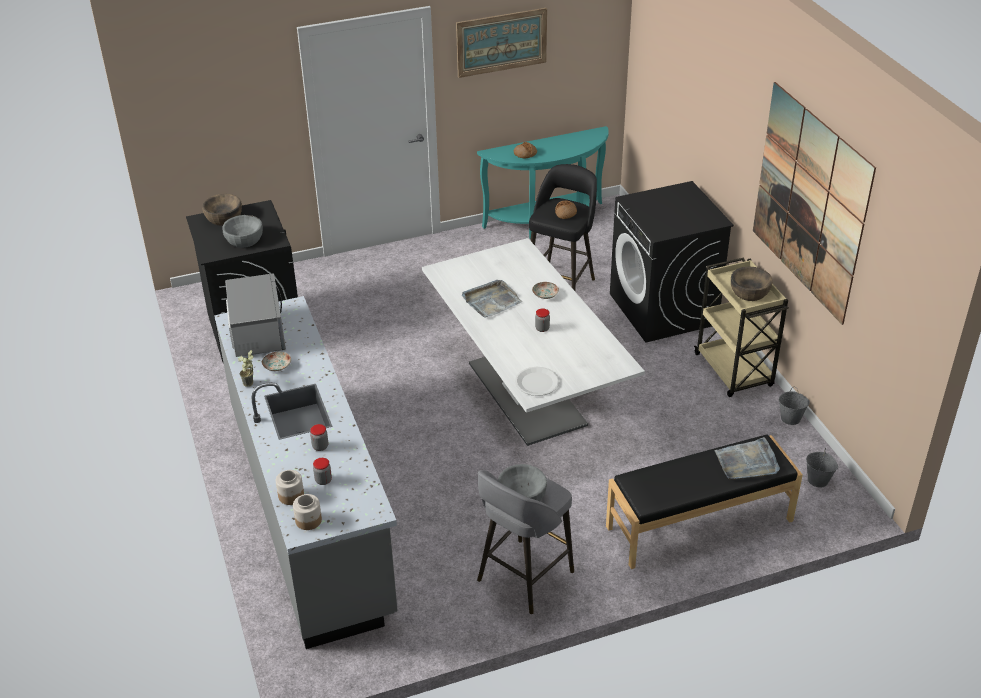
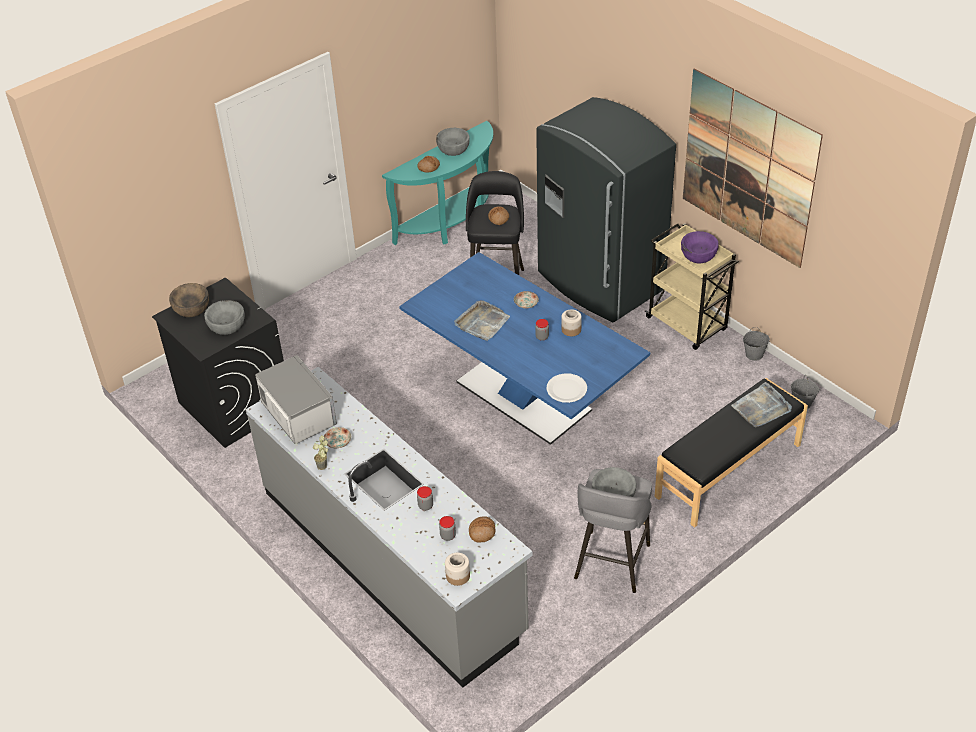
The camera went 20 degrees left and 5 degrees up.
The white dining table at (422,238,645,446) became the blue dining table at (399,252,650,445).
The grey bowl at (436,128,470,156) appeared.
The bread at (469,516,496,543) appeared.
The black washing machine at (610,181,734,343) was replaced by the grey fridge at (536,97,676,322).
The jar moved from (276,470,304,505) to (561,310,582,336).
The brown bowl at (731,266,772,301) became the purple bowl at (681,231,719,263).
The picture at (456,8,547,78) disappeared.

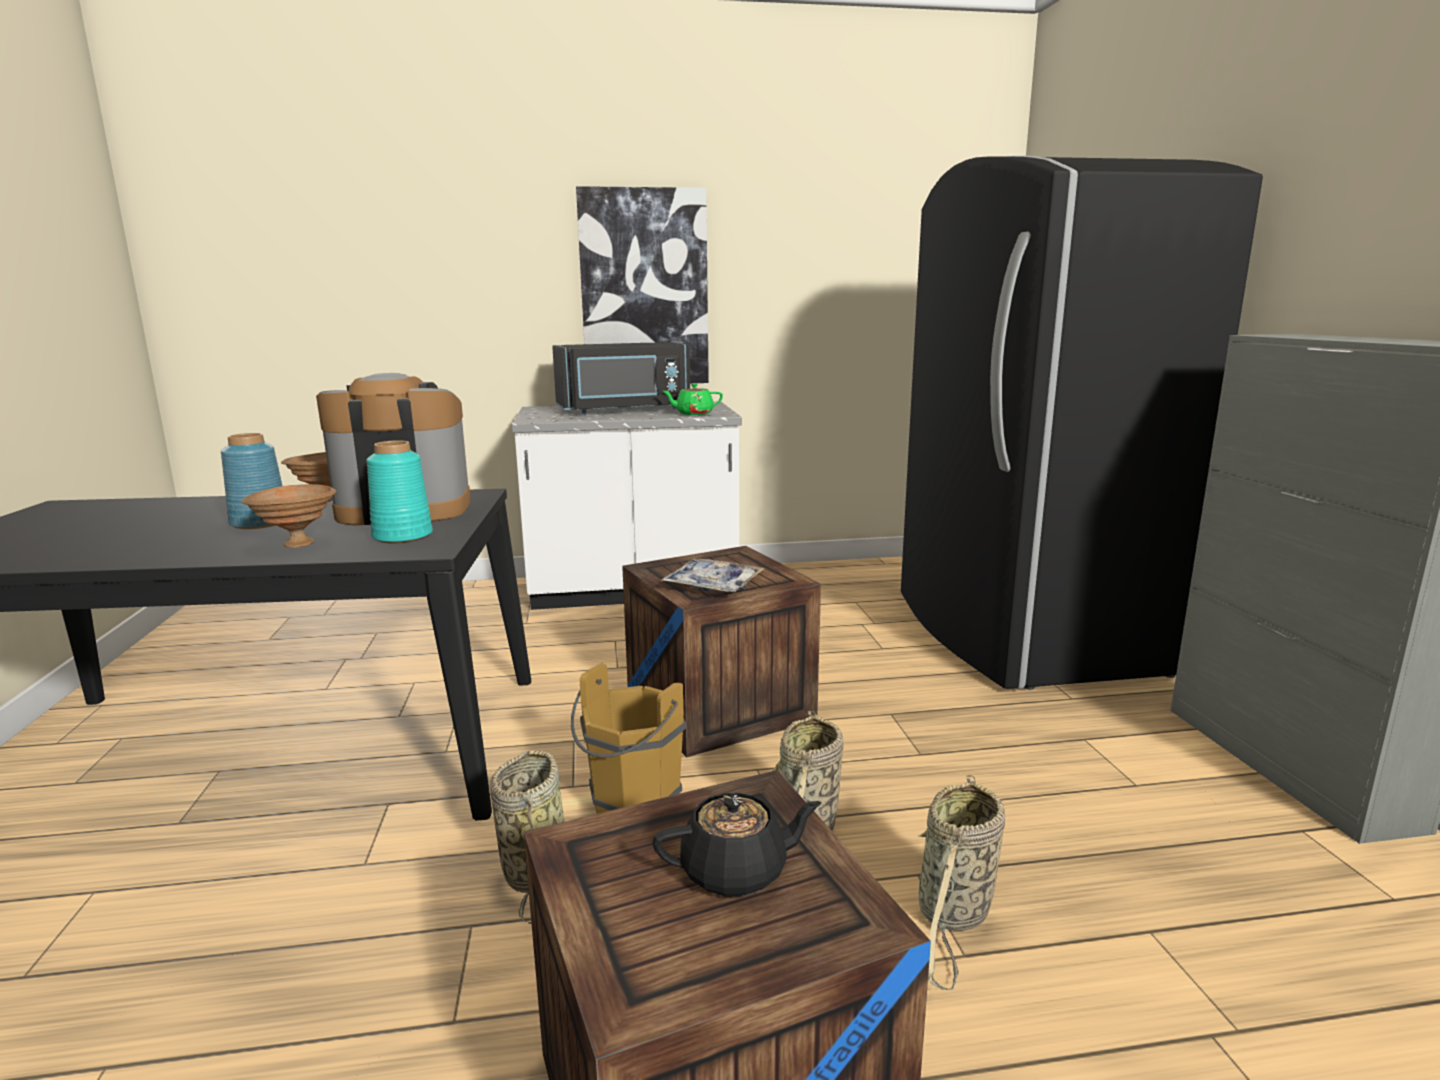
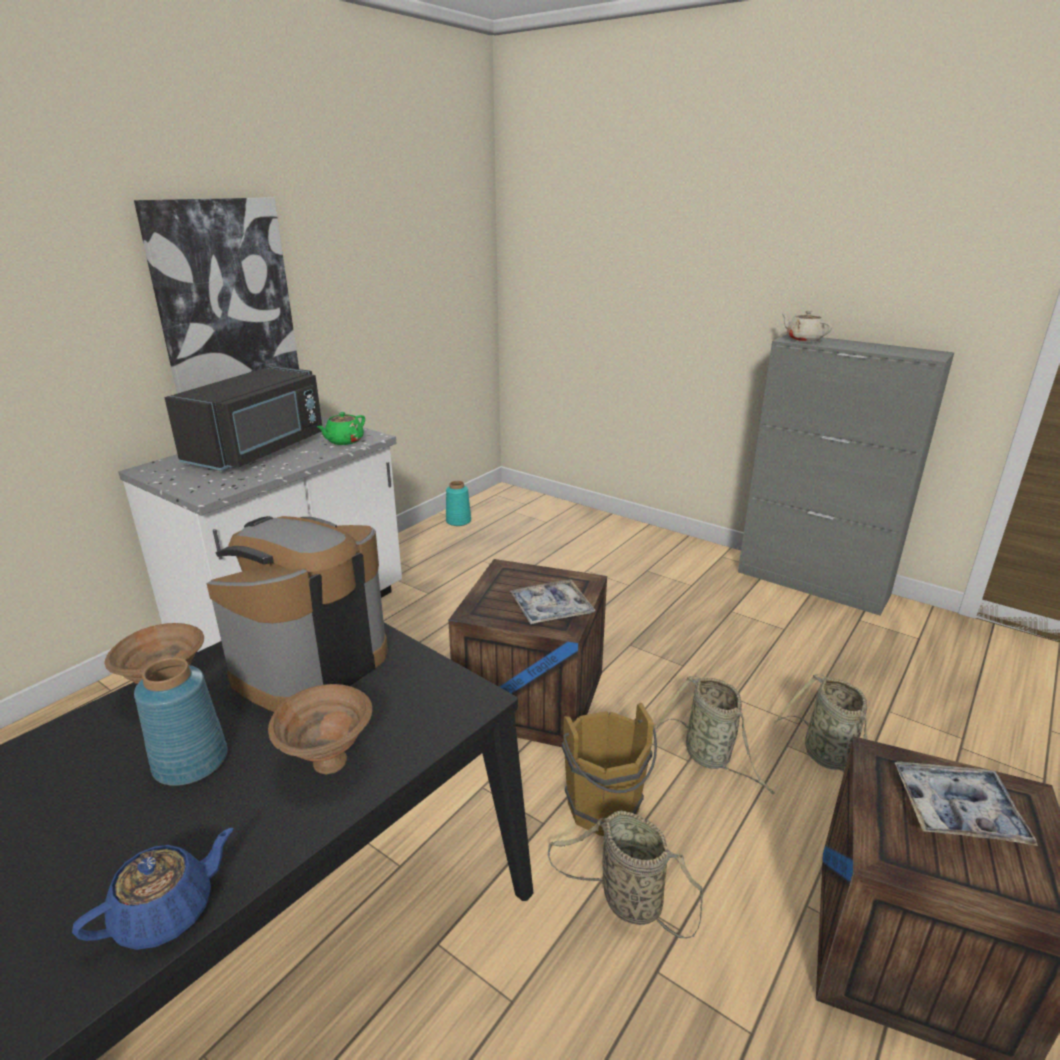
The camera went 45 degrees left and 10 degrees up.
The blue teapot at (72,828,233,950) appeared.
The turquoise vase moved from (366,440,433,543) to (446,481,471,526).
The beige teapot at (781,311,832,342) appeared.
The black teapot at (652,793,822,897) was replaced by the tray at (894,761,1038,846).
The black fridge at (901,156,1263,690) disappeared.

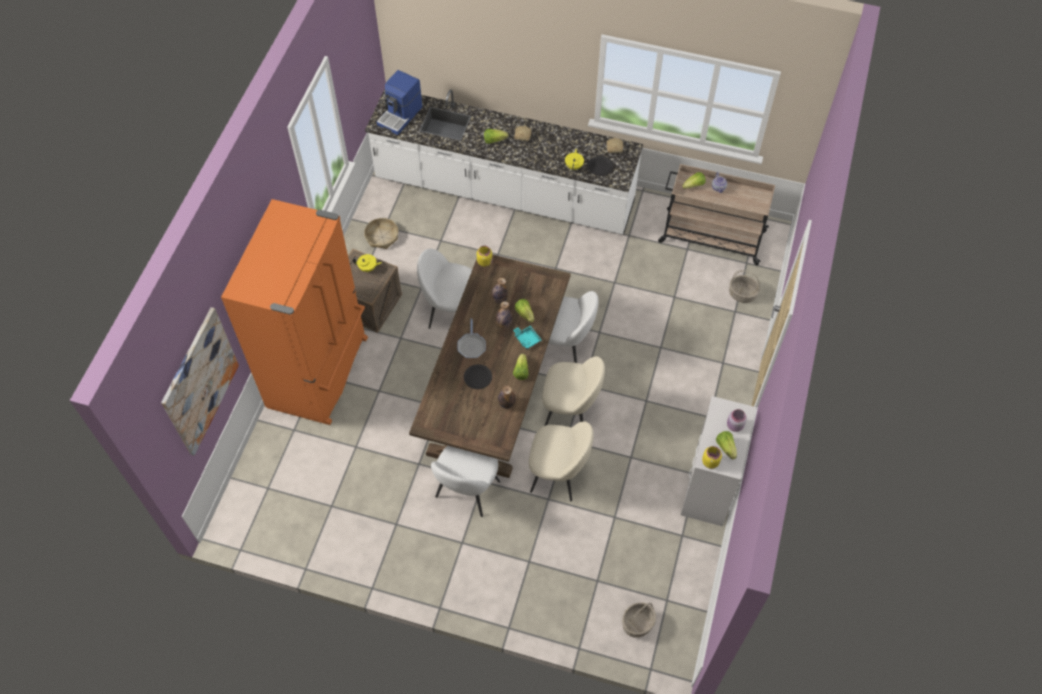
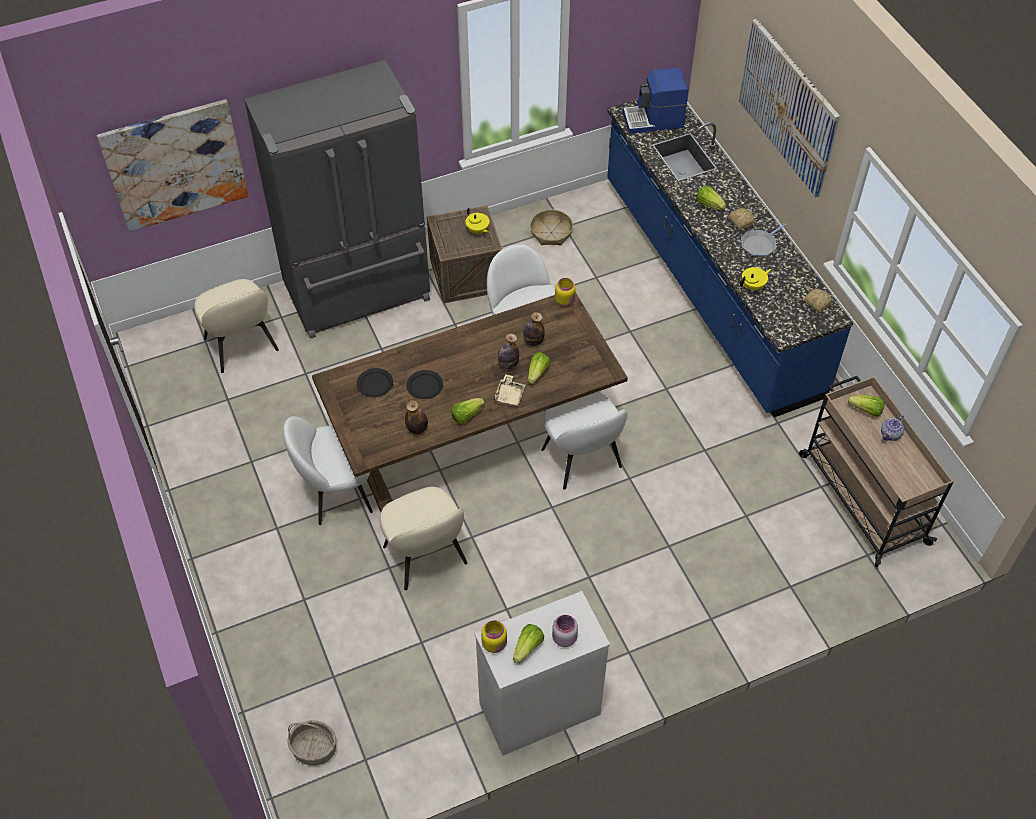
The camera went 50 degrees right and 5 degrees down.
The beige chair moved from (542,356,605,426) to (194,279,279,373).
The orange fridge at (221,199,368,425) became the grey fridge at (244,60,430,339).
The black plate moved from (587,156,613,176) to (357,368,393,397).
The turquoise tray at (513,325,542,349) became the beige tray at (493,374,525,406).
The white counter at (365,89,643,234) became the blue counter at (607,99,853,418).
The picture at (739,19,840,197) appeared.
The frying pan moved from (458,319,486,358) to (741,224,786,257).
The basket at (729,270,760,303) disappeared.

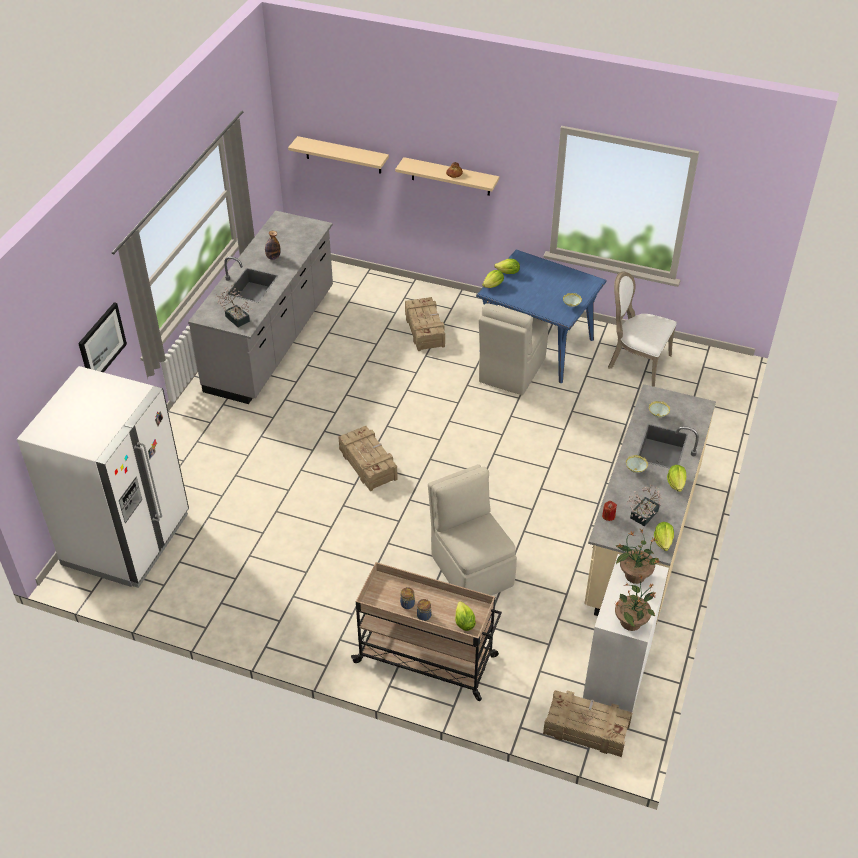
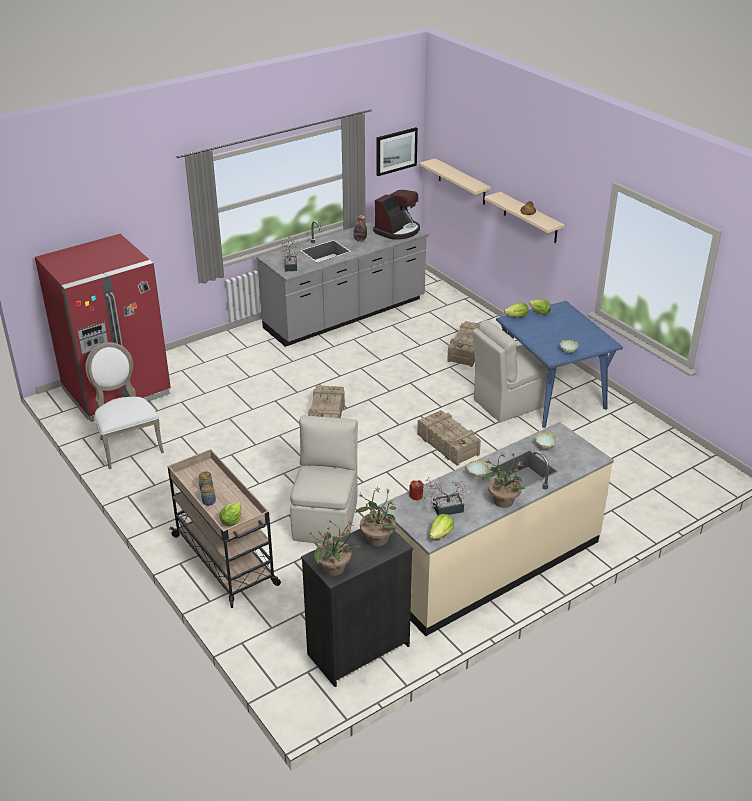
The camera went 35 degrees right and 10 degrees down.
The white fridge at (17,366,189,588) became the red fridge at (35,234,171,422).
The white chair moved from (608,271,677,387) to (85,342,164,469).
The white dresser at (583,554,669,713) became the black dresser at (301,529,413,687).
The coffee machine at (373,190,420,240) appeared.
The picture moved from (78,302,127,373) to (377,127,418,176).
The crate moved from (543,690,632,757) to (417,410,481,466).
The lettuce at (667,465,686,492) was replaced by the potted plant at (483,452,525,508).

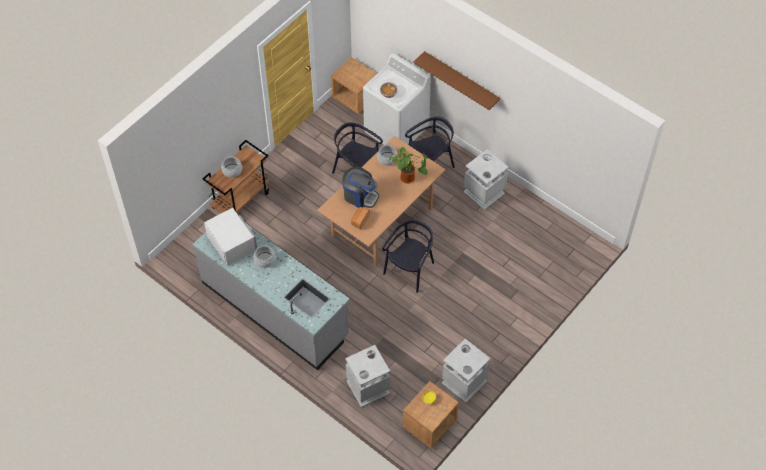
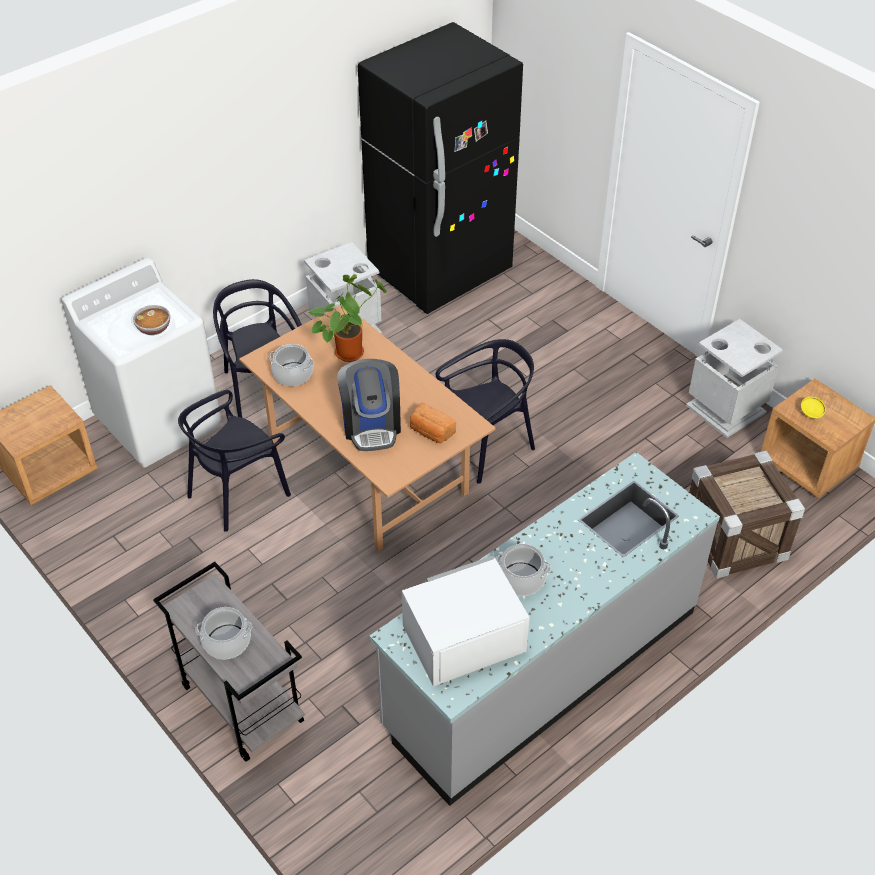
The camera went 80 degrees left and 10 degrees down.
The brown cart at (203,140,269,213) became the grey cart at (153,562,305,762).
The coffee machine at (342,166,379,208) turned 135 degrees clockwise.
The black fridge at (358,22,523,314) appeared.
The black chair at (382,219,434,293) turned 105 degrees clockwise.
The grey trash can at (345,345,390,407) was replaced by the crate at (689,451,805,579).
The brown shelf at (413,51,500,110) disappeared.

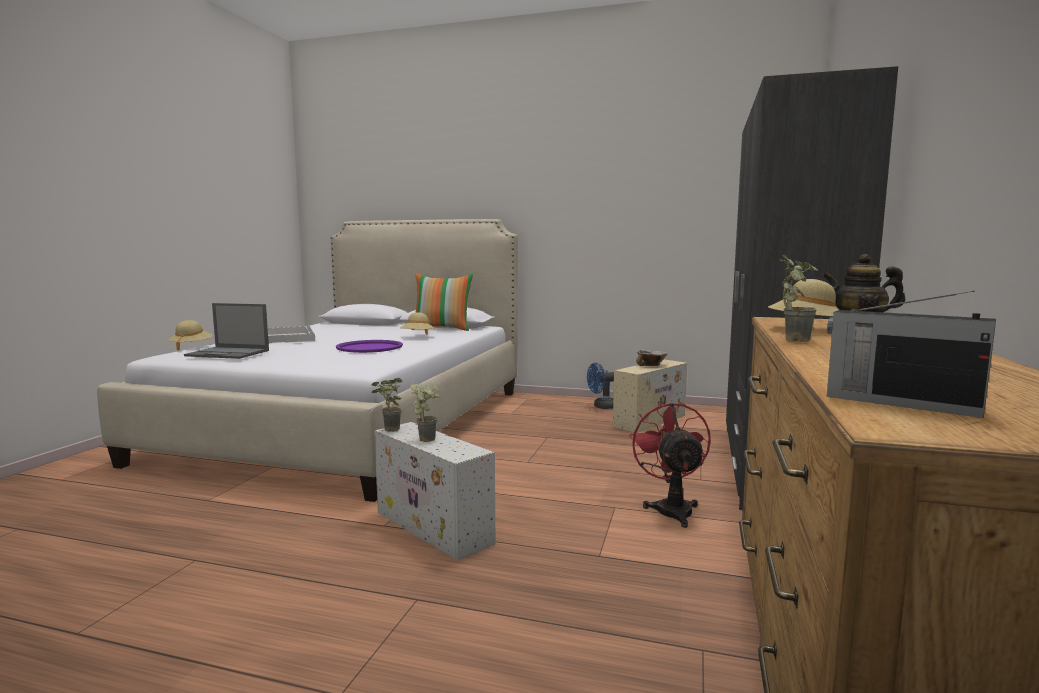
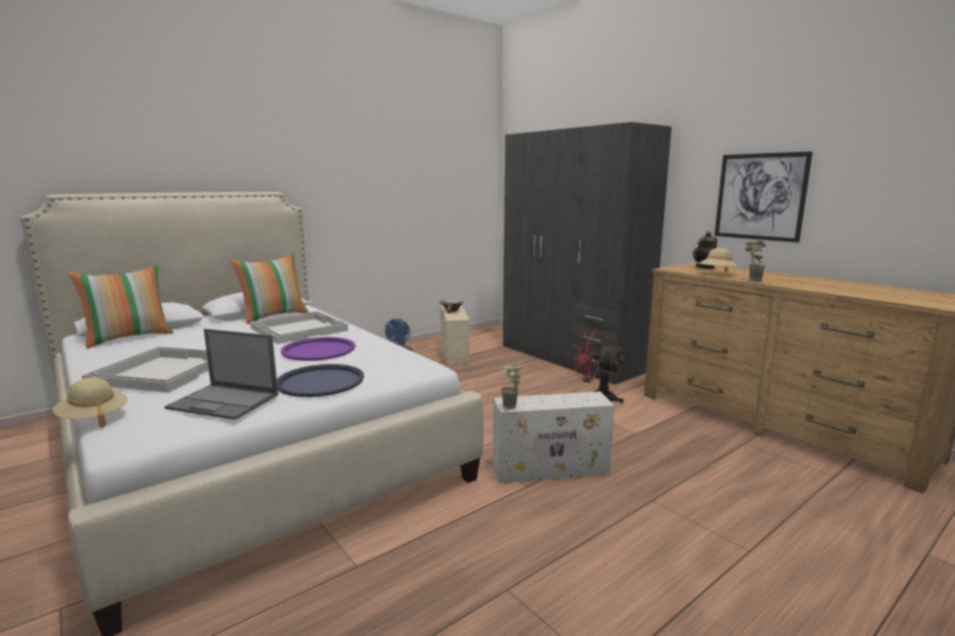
The camera went 55 degrees left and 5 degrees up.
The pillow at (68,264,174,349) appeared.
The laptop at (184,303,269,359) turned 60 degrees clockwise.
The beige hat at (400,312,435,335) was replaced by the white tray at (250,311,348,344).
The blue tray at (277,364,364,397) appeared.
The picture at (715,151,813,243) appeared.
The potted plant at (409,383,440,442) disappeared.
The radio at (827,291,996,418) disappeared.

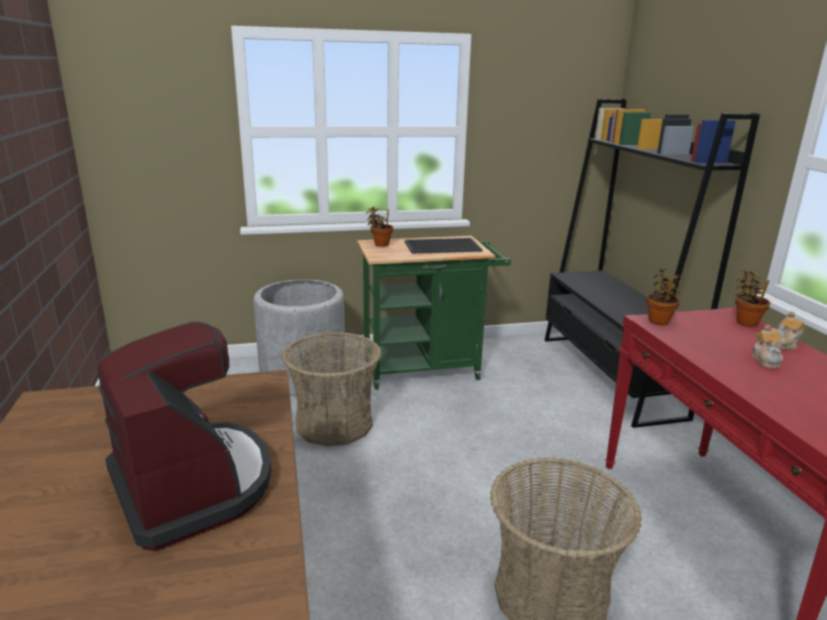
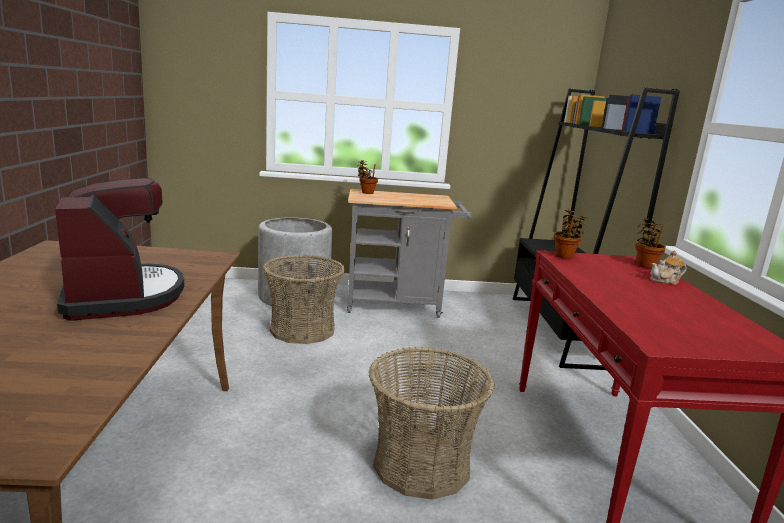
The camera went 10 degrees right and 5 degrees down.
The green cart at (357,236,511,390) became the grey cart at (347,189,472,318).
The tray at (405,238,482,254) disappeared.
The teapot at (752,325,783,369) disappeared.

